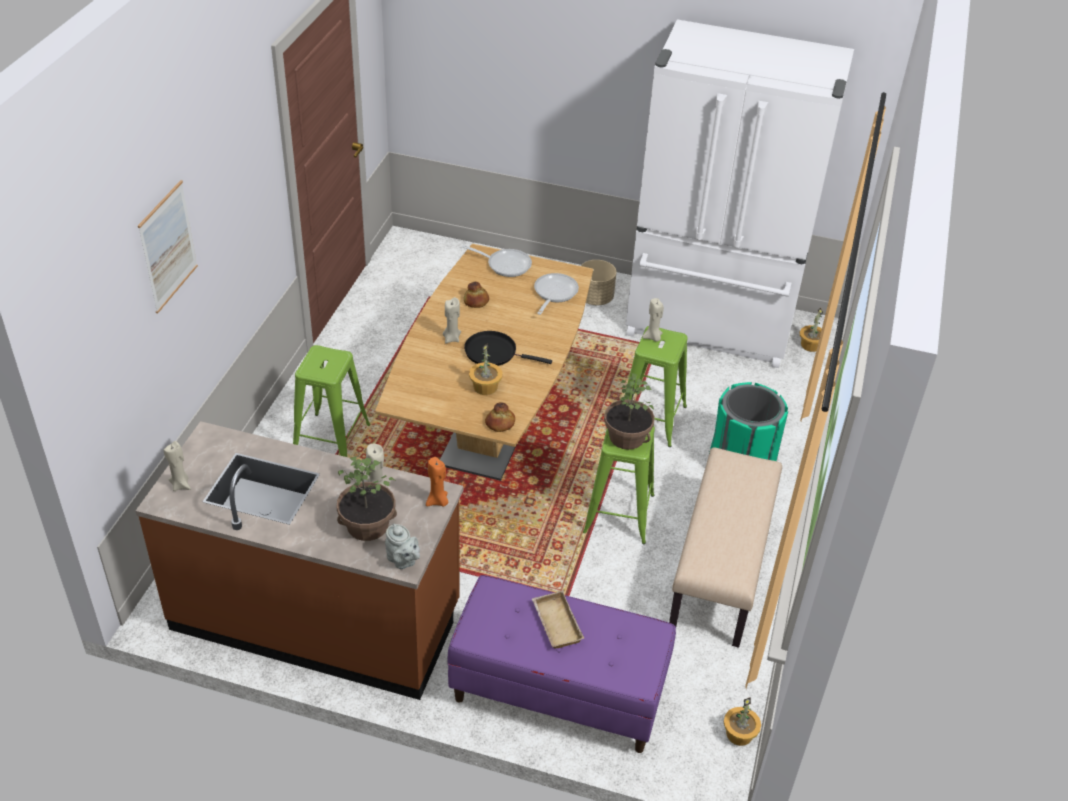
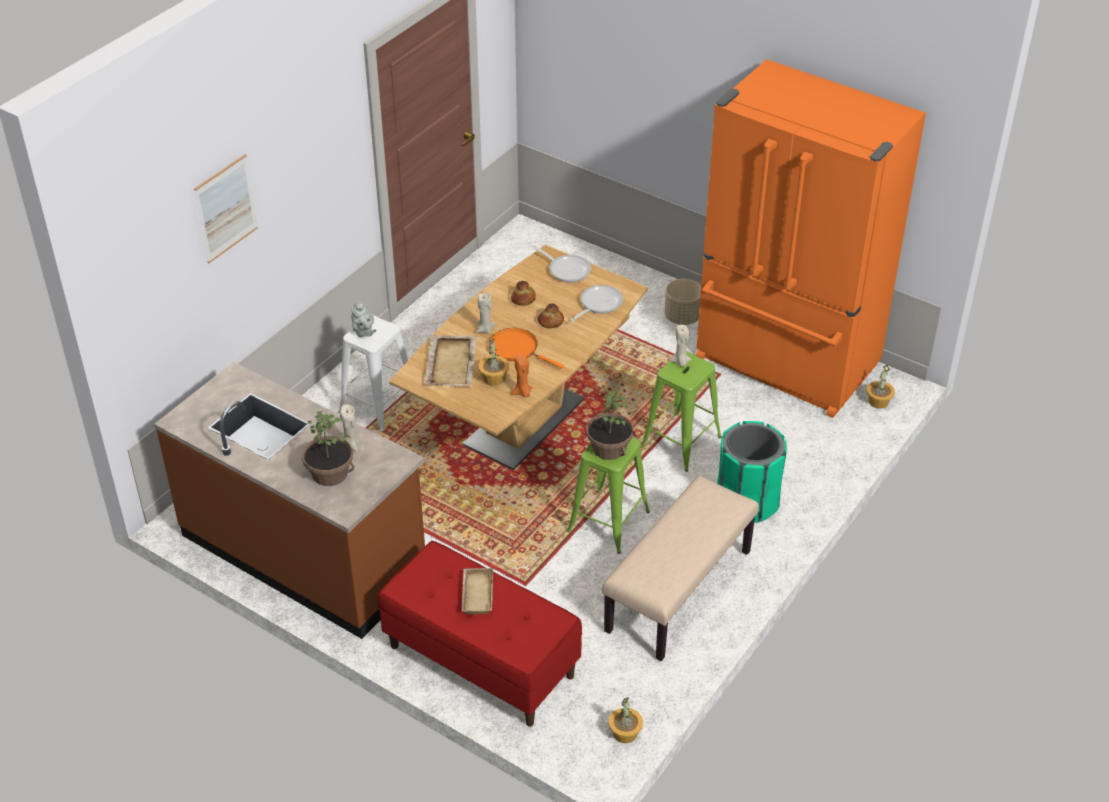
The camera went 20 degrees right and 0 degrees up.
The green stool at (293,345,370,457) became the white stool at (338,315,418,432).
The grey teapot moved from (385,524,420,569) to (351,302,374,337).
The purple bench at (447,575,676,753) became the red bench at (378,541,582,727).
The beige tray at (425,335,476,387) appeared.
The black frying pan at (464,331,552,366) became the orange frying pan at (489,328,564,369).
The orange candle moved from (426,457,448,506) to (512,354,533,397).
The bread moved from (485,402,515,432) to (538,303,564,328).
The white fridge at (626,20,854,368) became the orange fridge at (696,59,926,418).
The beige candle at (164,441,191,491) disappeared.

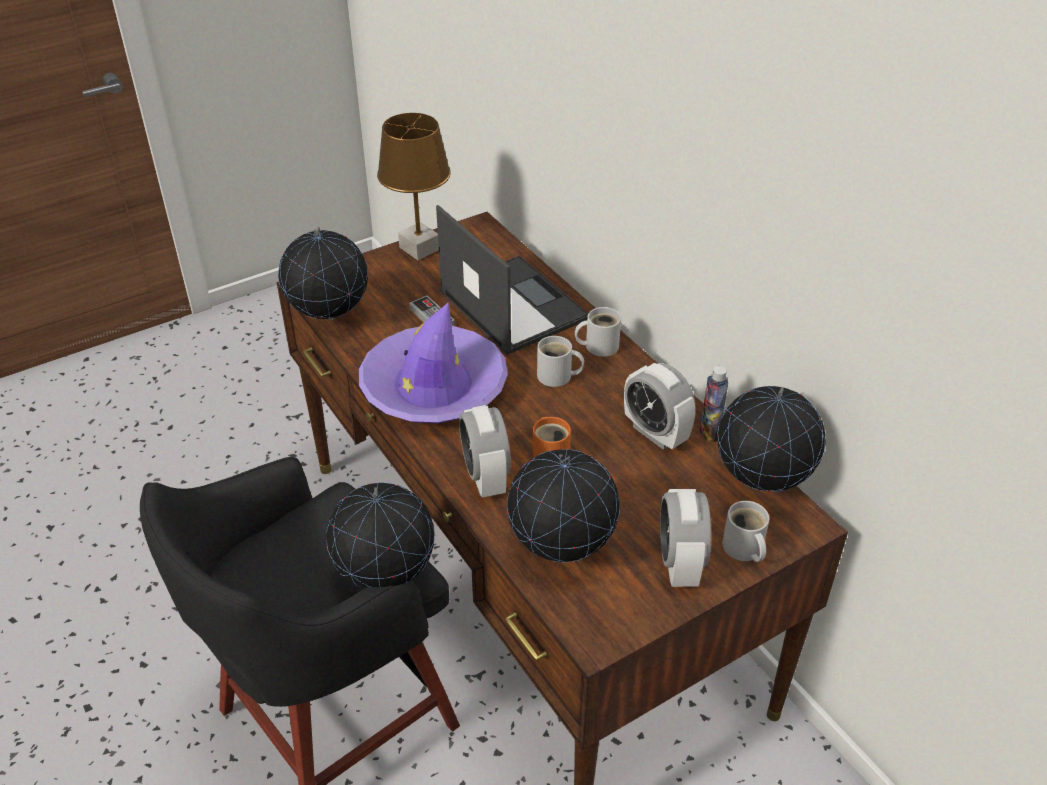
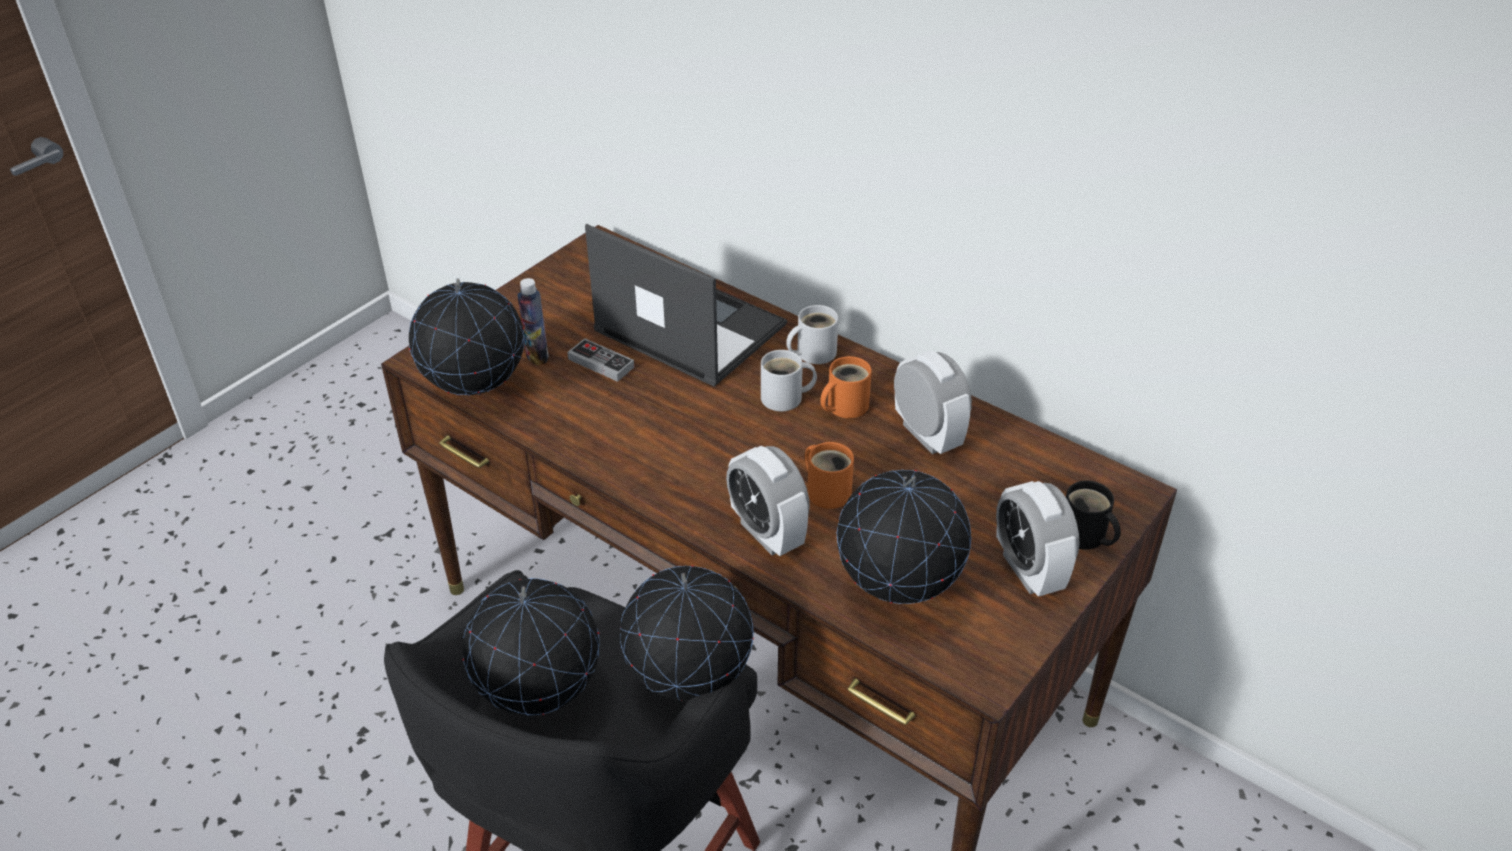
The camera went 20 degrees left and 0 degrees up.
The globe moved from (717,386,826,492) to (463,578,599,715).
The bottle moved from (700,366,728,442) to (518,278,548,365).
The orange mug at (820,356,872,418) appeared.
The alarm clock at (624,363,695,450) turned 150 degrees counterclockwise.
The white mug at (722,501,769,562) became the black mug at (1066,481,1121,550).
The purple hat at (359,302,508,424) disappeared.
The brown table lamp at (377,113,451,260) disappeared.

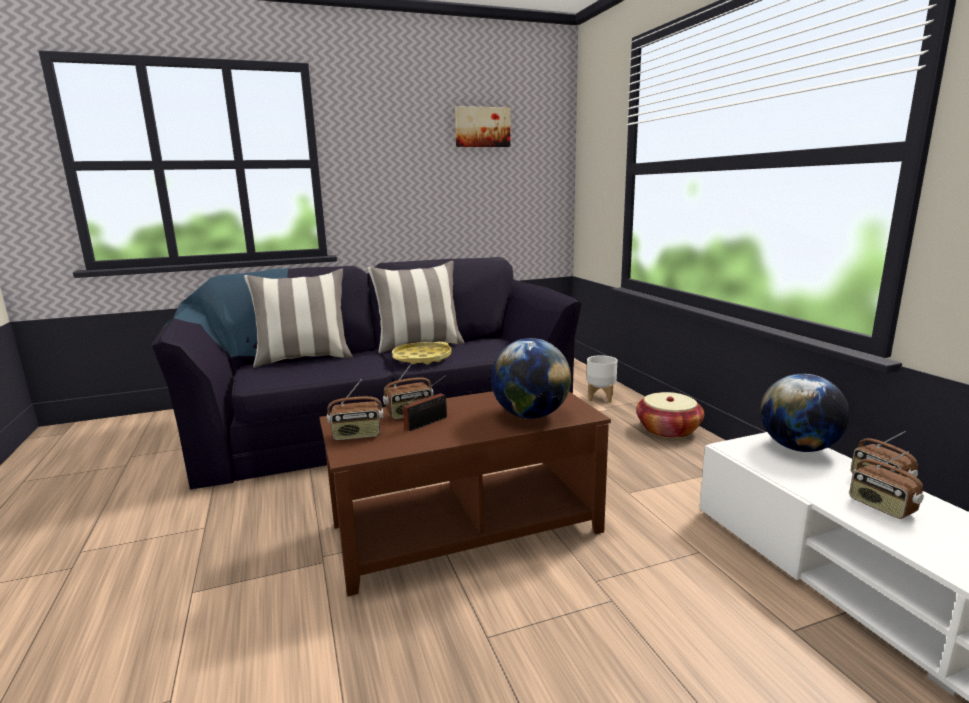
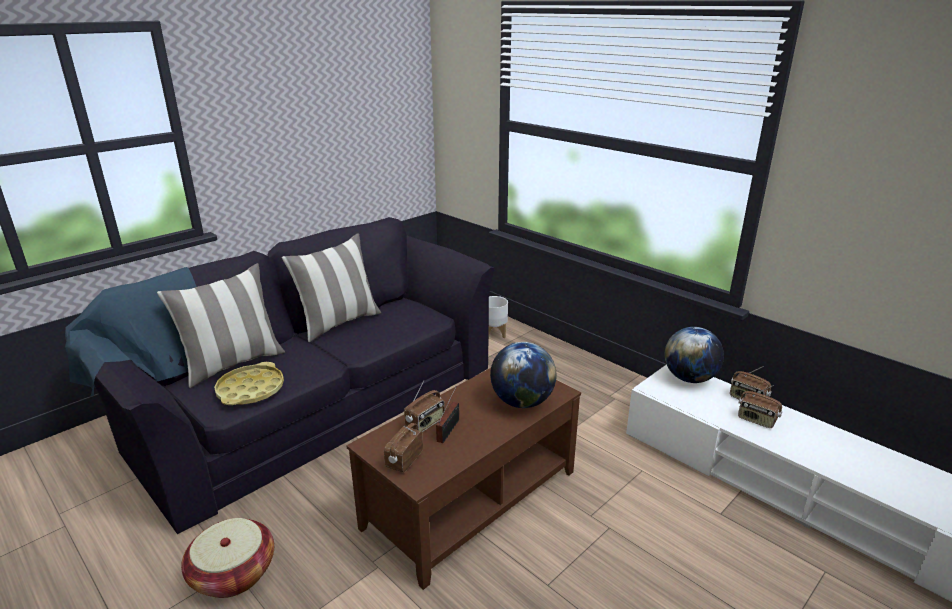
The camera went 25 degrees left and 10 degrees up.
The basket moved from (636,392,704,439) to (181,518,274,598).
The yellow tray moved from (392,342,451,364) to (214,362,284,405).
The radio at (327,379,383,441) turned 150 degrees clockwise.
The picture at (455,106,510,147) disappeared.

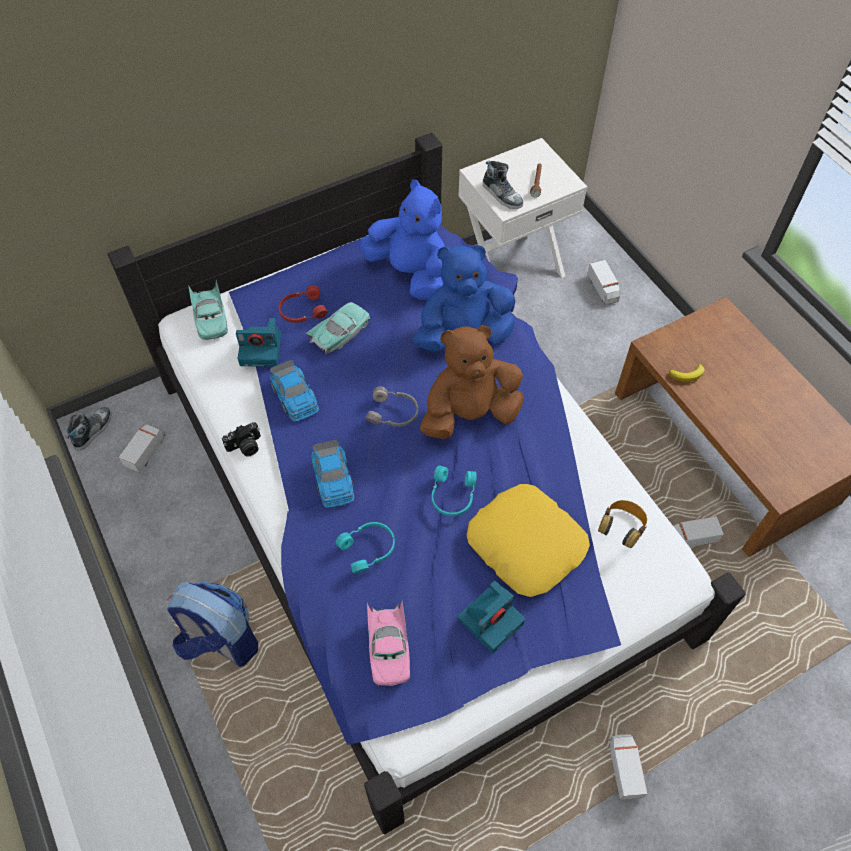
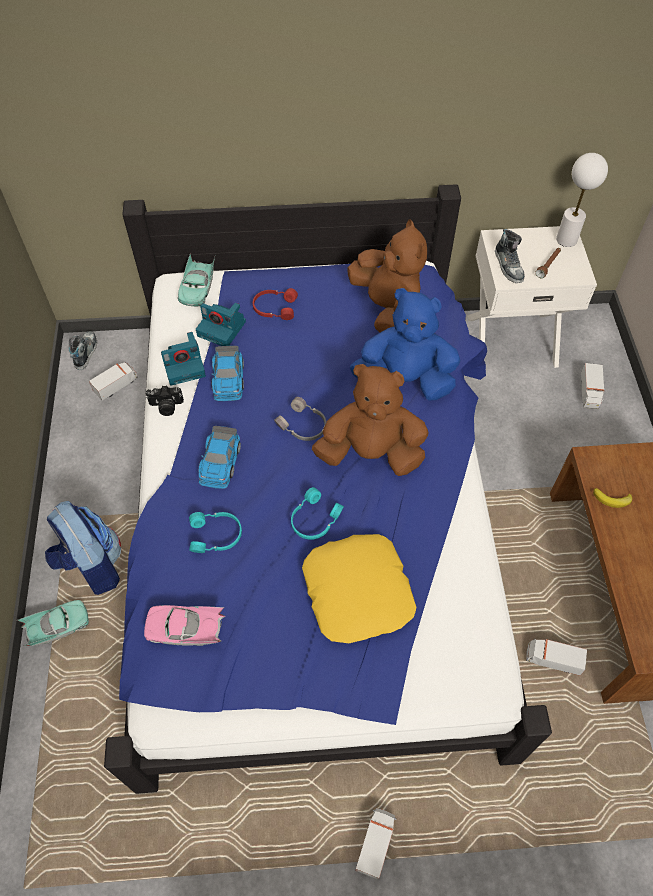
The camera went 25 degrees right and 0 degrees up.
The turquoise toy car moved from (306,302,370,354) to (17,600,89,646).
The shoe at (65,407,112,451) turned 45 degrees counterclockwise.
The pink toy car at (367,600,410,686) turned 75 degrees clockwise.
The photo camera moved from (458,581,525,653) to (161,332,206,386).
The blue plush toy at (360,179,445,300) became the brown plush toy at (347,219,427,332).
The white table lamp at (556,153,608,247) appeared.
The headphones at (598,500,647,548) disappeared.

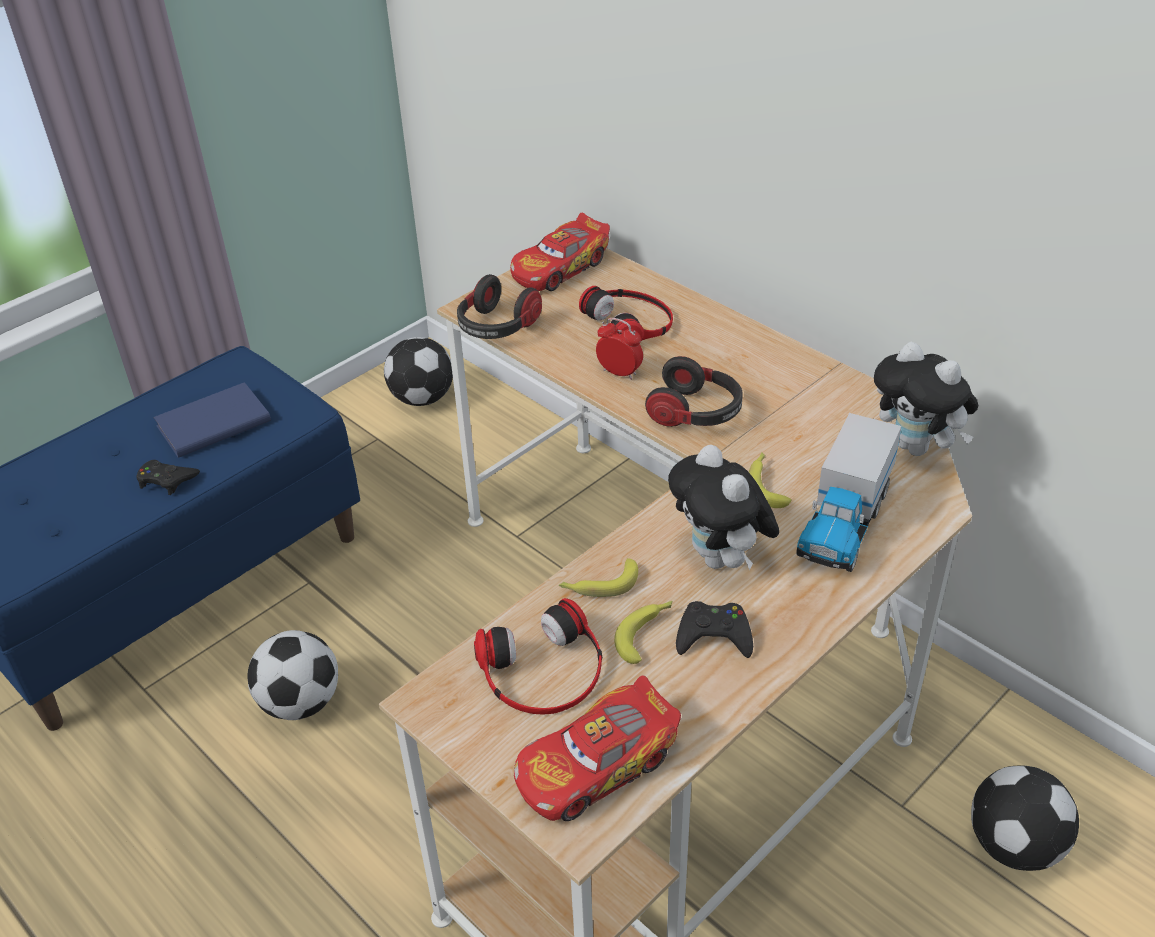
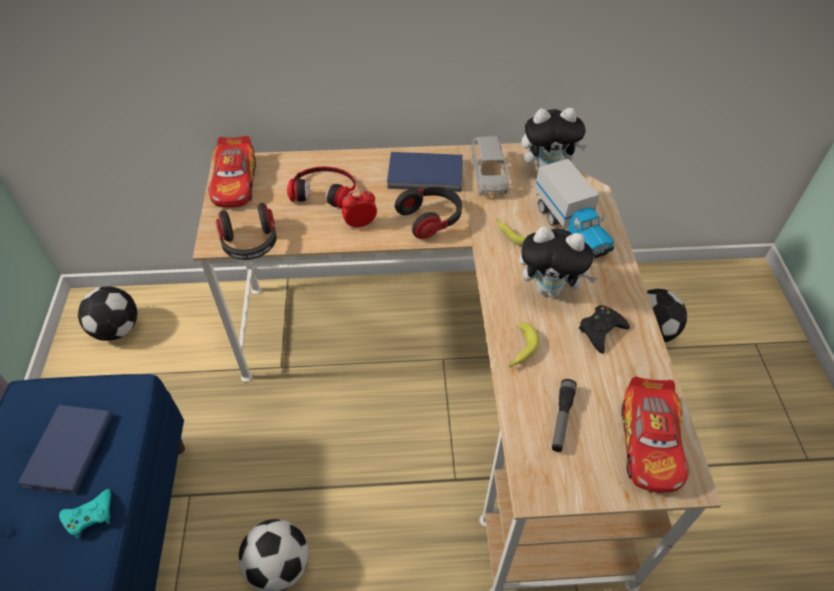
The camera went 50 degrees left and 10 degrees up.
The black game controller at (136,460,200,495) became the turquoise game controller at (59,489,111,539).
The blue book at (387,152,463,192) appeared.
The grey toy car at (471,136,509,195) appeared.
The headphones at (474,598,602,714) was replaced by the flashlight at (552,379,577,452).
The banana at (614,601,672,664) disappeared.

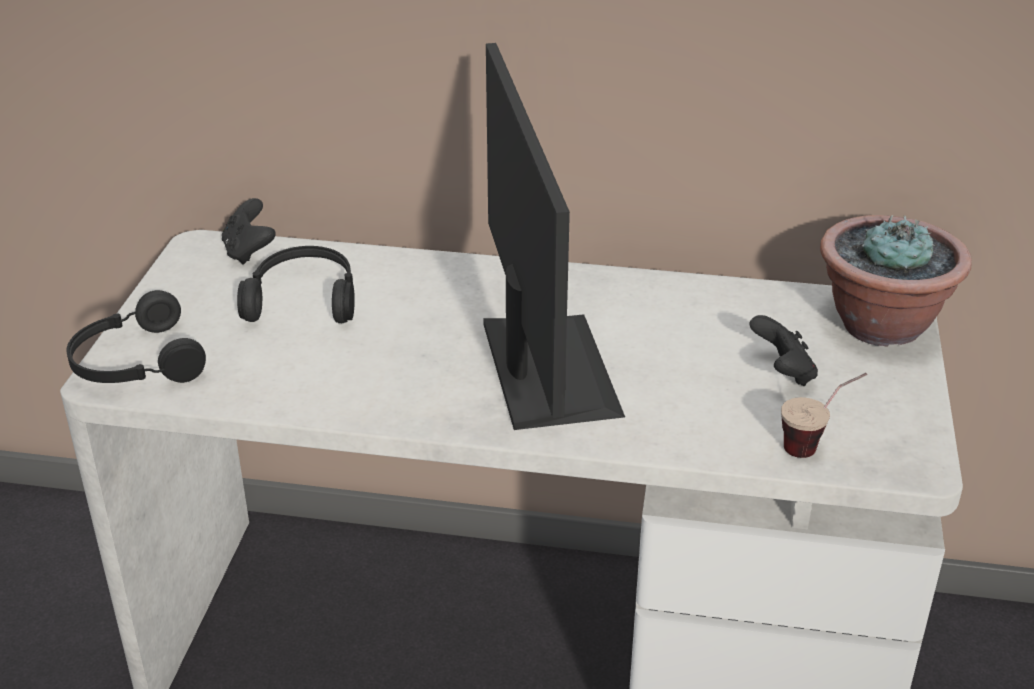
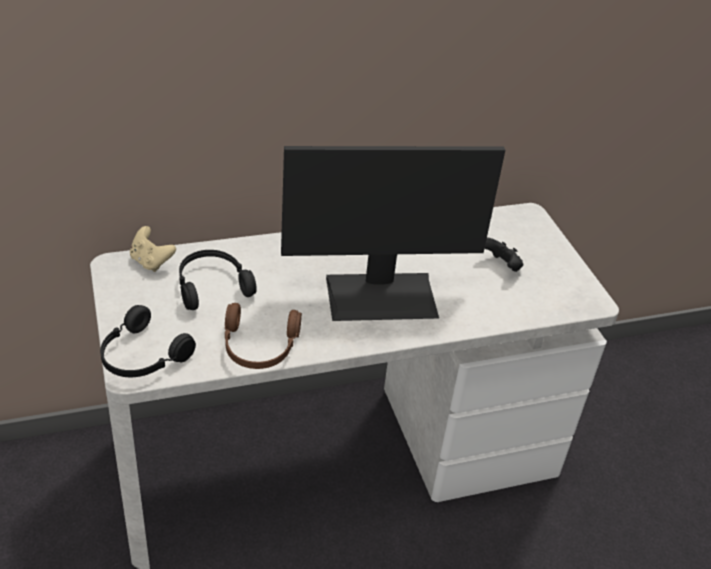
The camera went 30 degrees left and 5 degrees up.
The black game controller at (222,198,276,265) became the beige game controller at (130,226,176,272).
The brown headphones at (225,303,302,369) appeared.
The monitor at (483,43,625,430) turned 120 degrees clockwise.
The cup at (781,373,867,458) disappeared.
The potted plant at (820,215,972,347) disappeared.

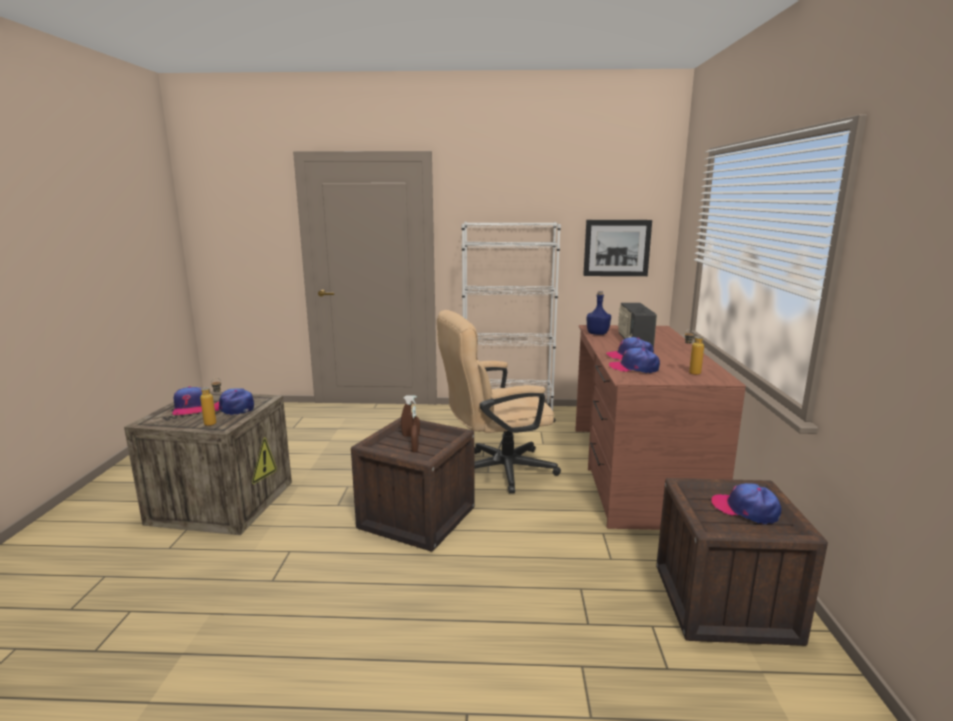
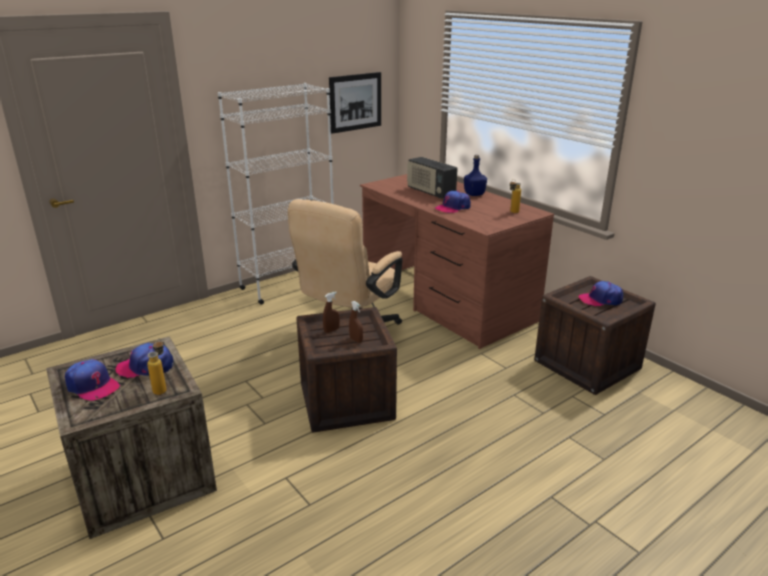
The camera went 40 degrees left and 10 degrees up.
The blue bottle moved from (587,291,611,335) to (464,155,487,196).
The cap at (609,348,660,373) disappeared.

